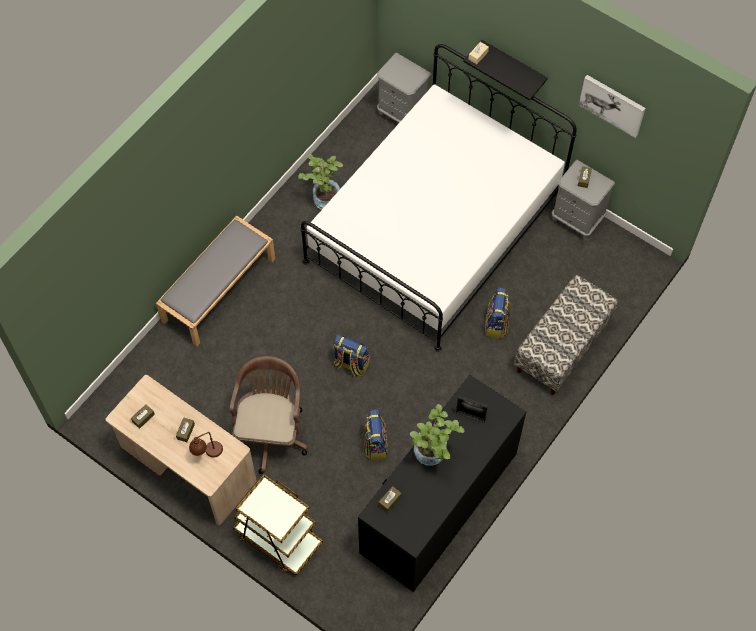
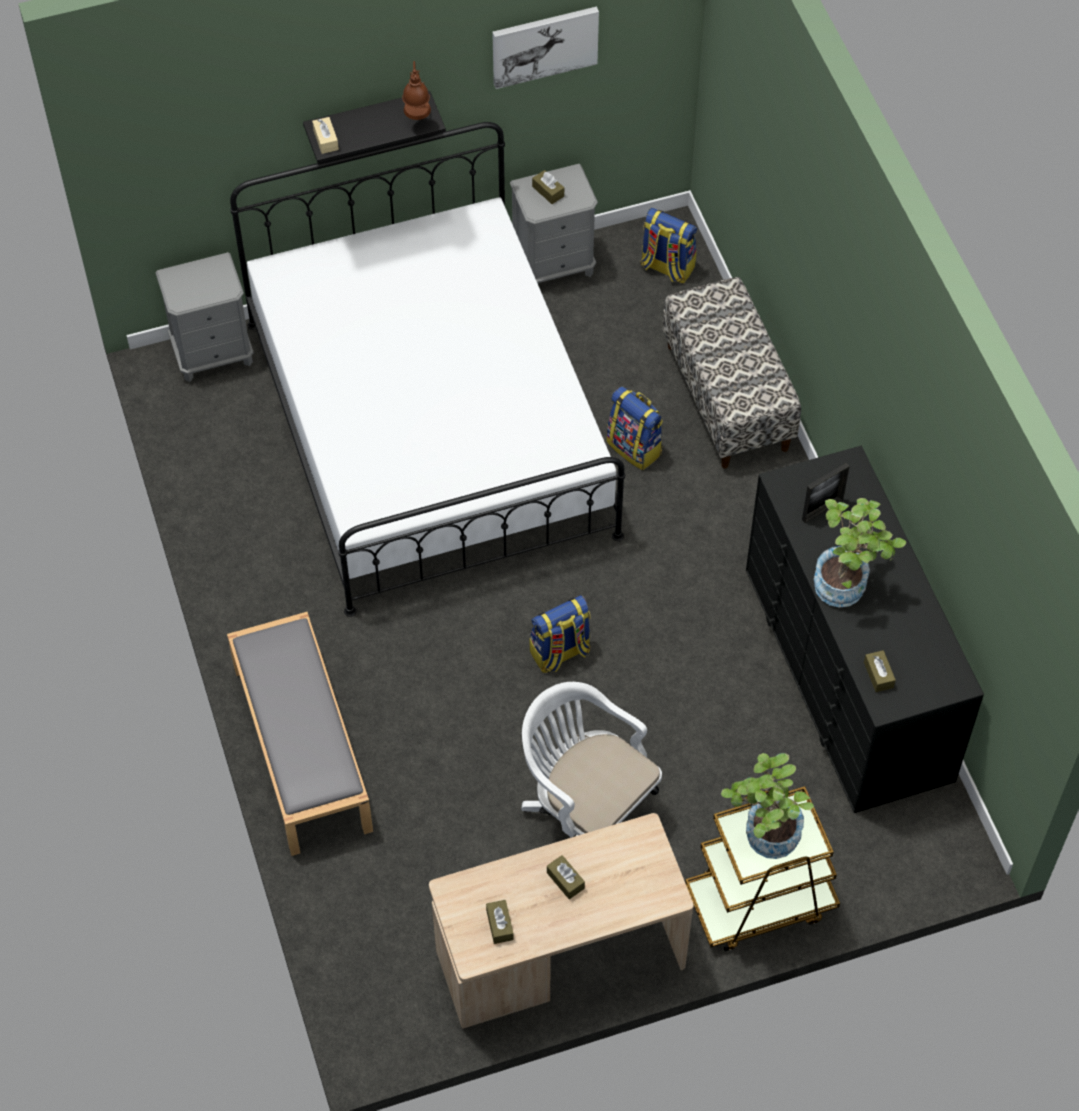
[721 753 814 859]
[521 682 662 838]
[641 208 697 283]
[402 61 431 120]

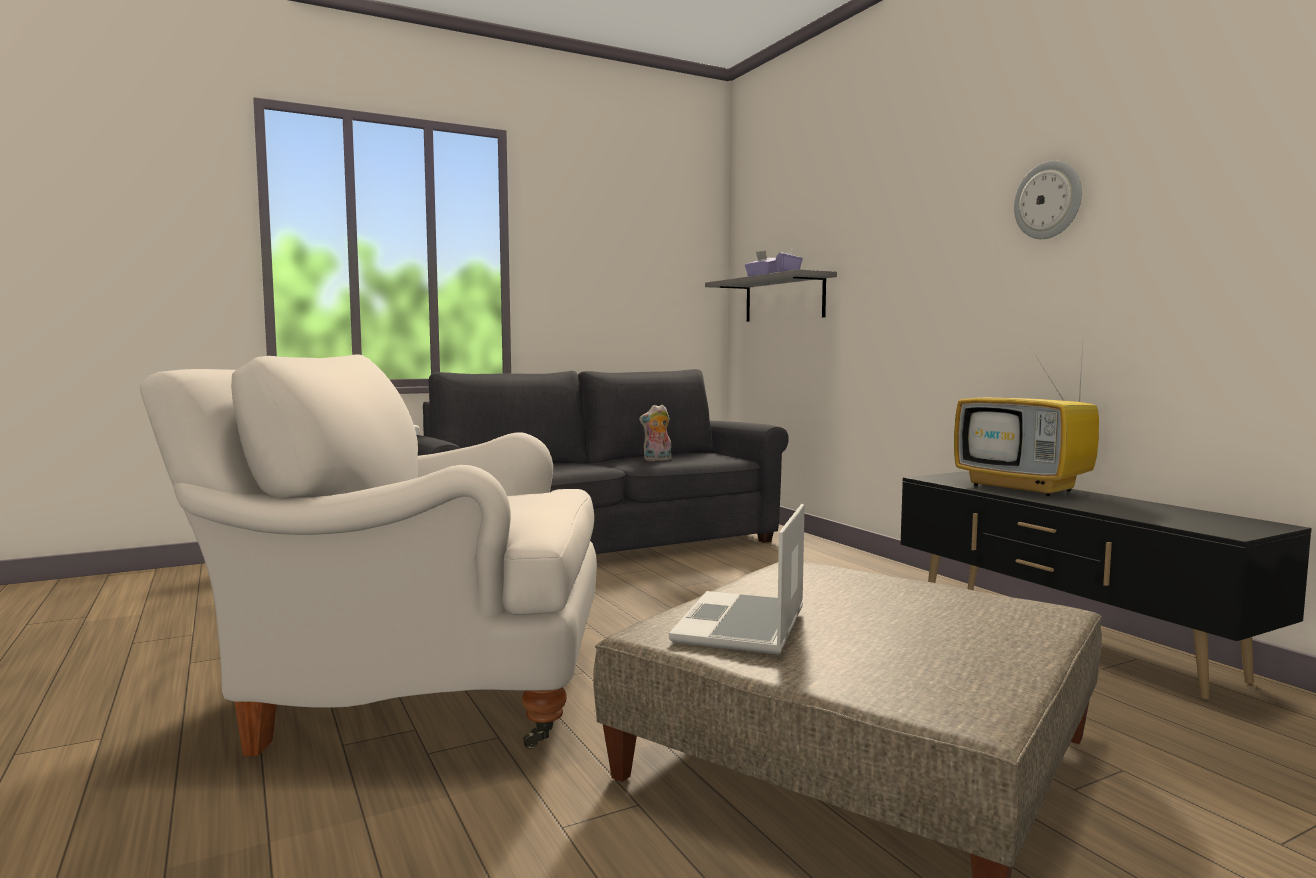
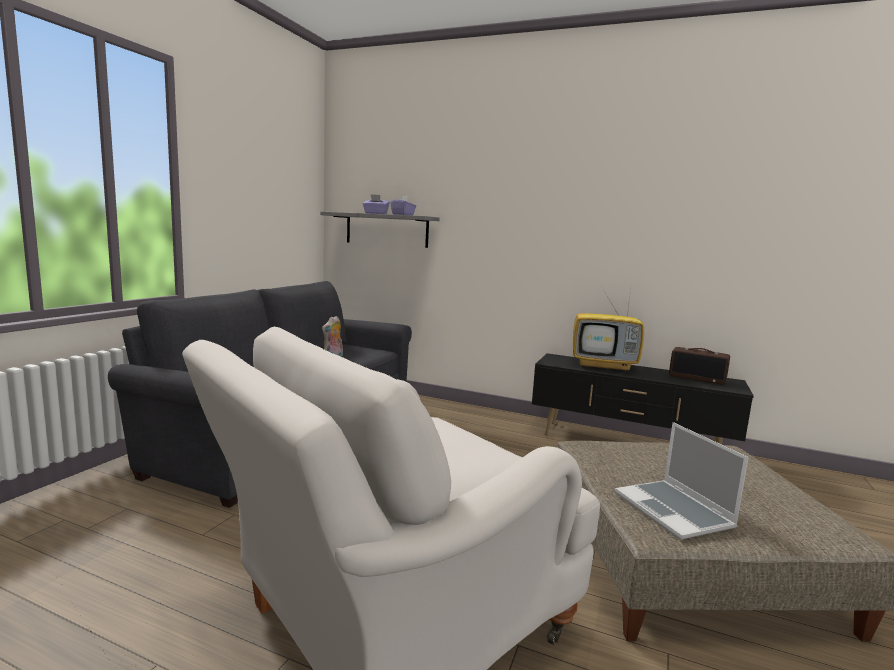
[1014 161 1082 239] (first image)
[669 347 730 385]

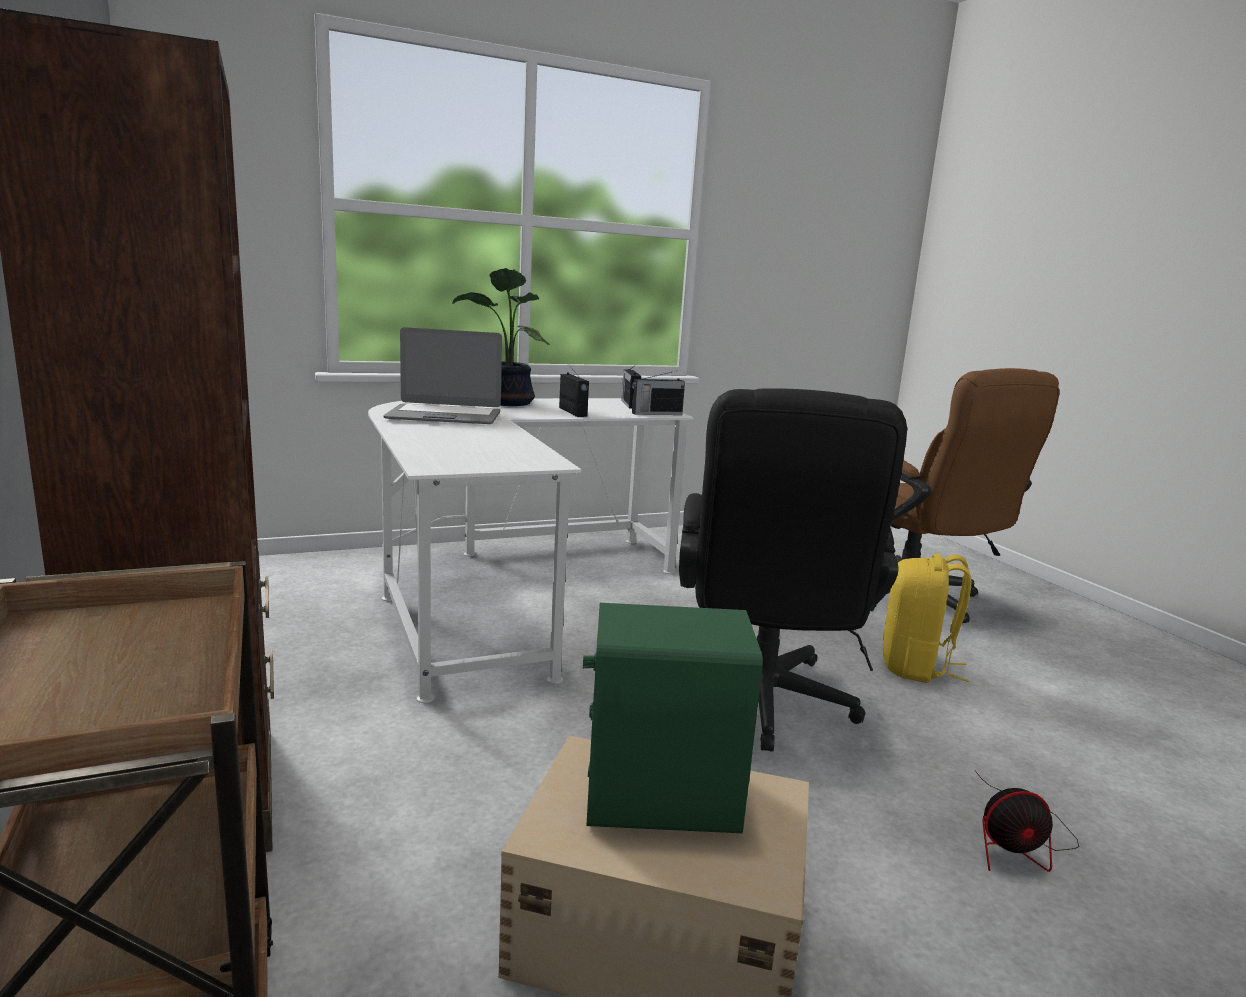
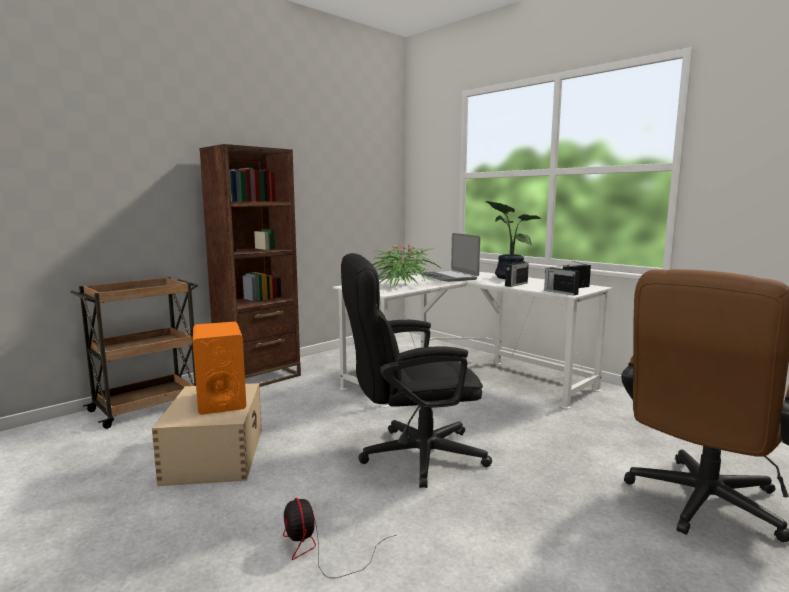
[883 554 971 683] (first image)
[193 322 246 415]
[371 244 440 288]

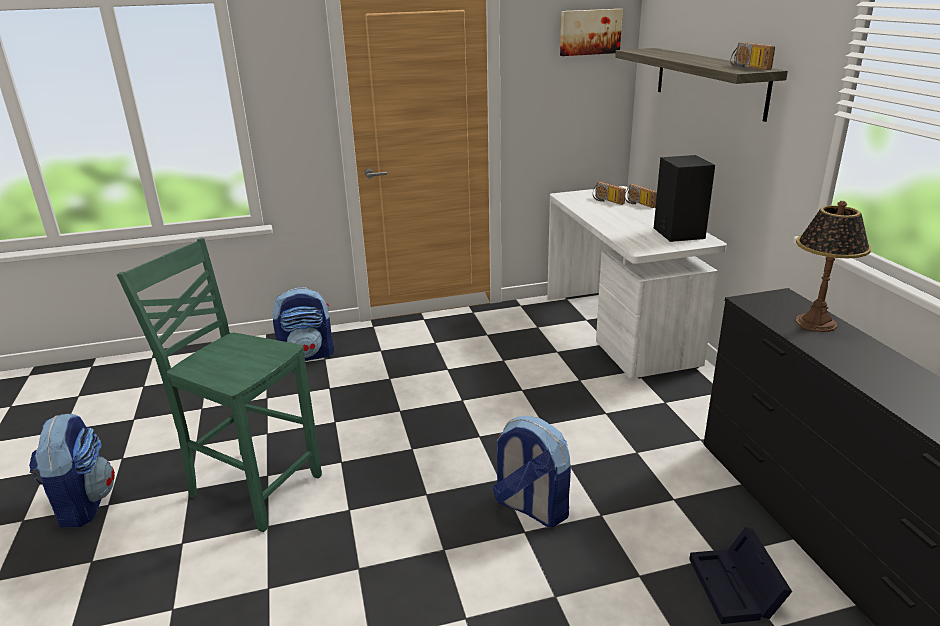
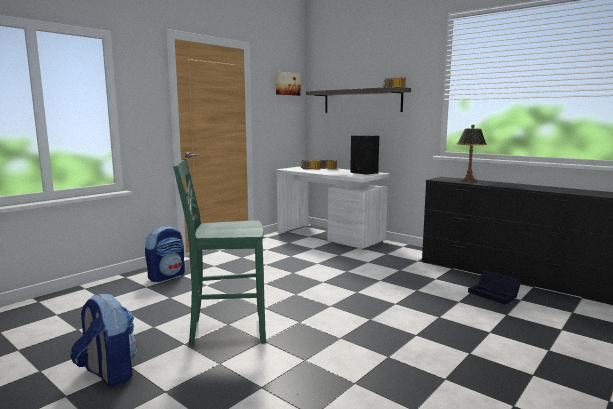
[493 416 571 527] (first image)

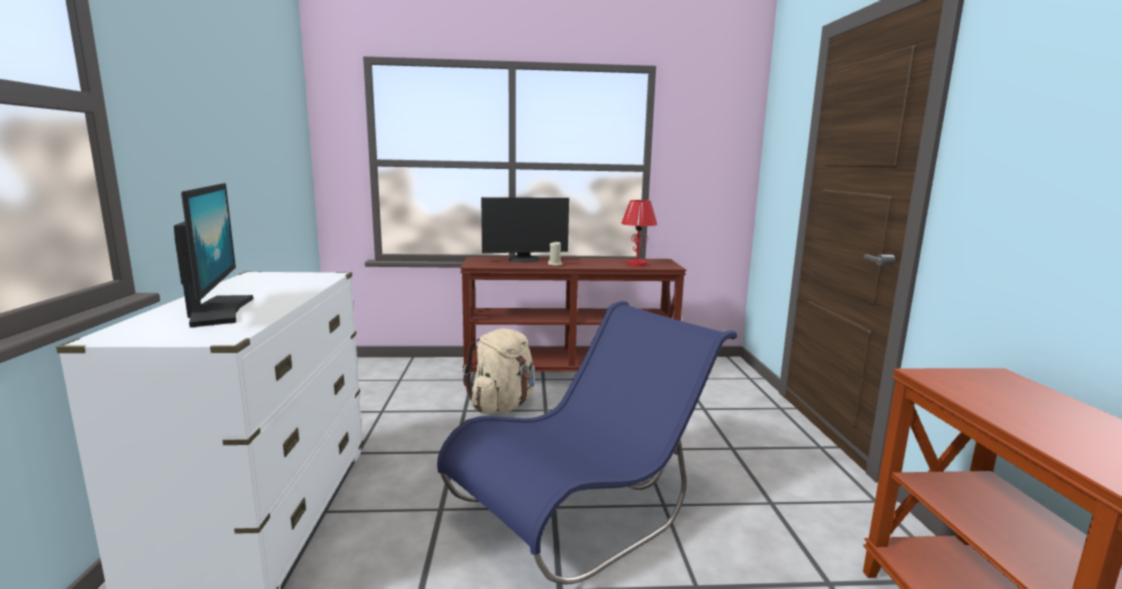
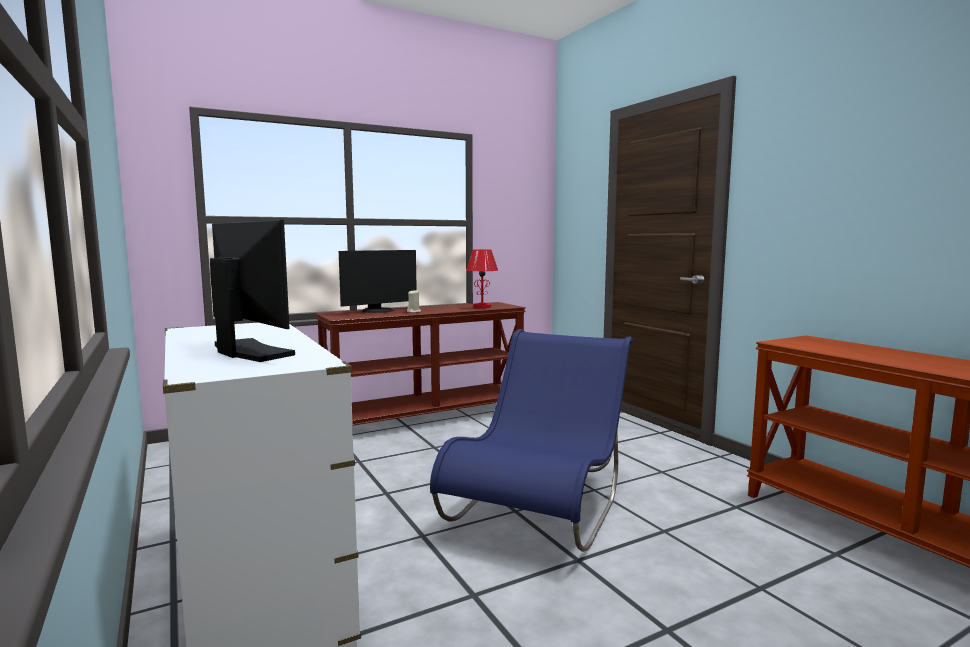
[463 329 535 414] (first image)

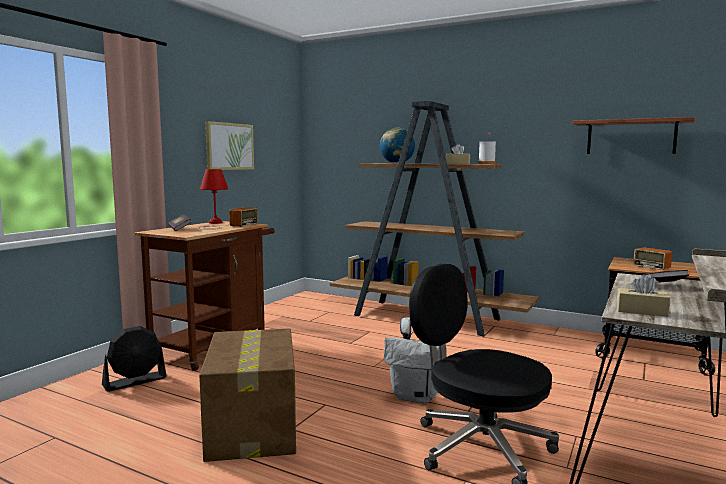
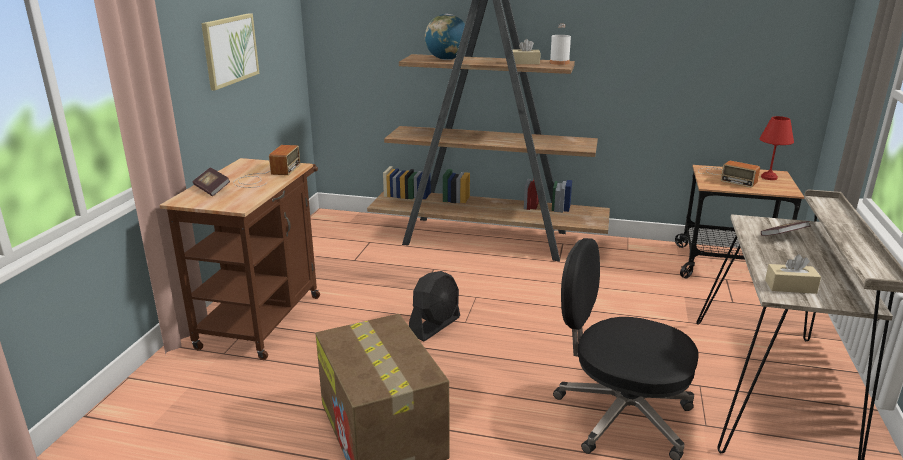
[573 117 695 154] (first image)
[759 116 794 180]
[384 317 447 403] (first image)
[409 271 460 341]

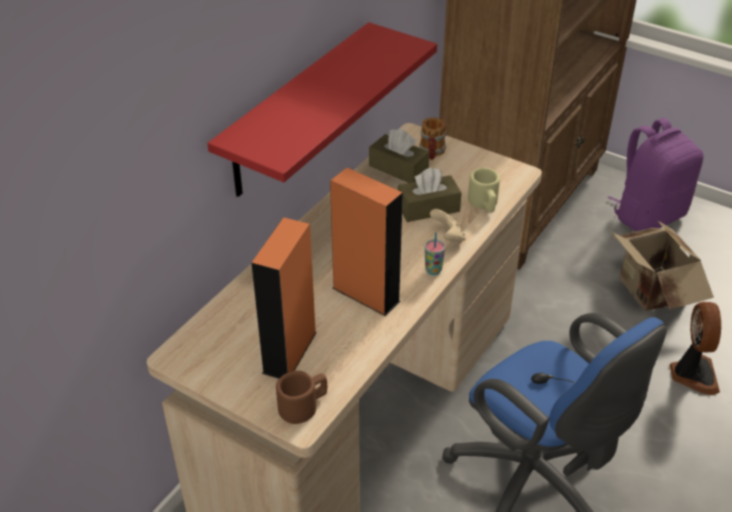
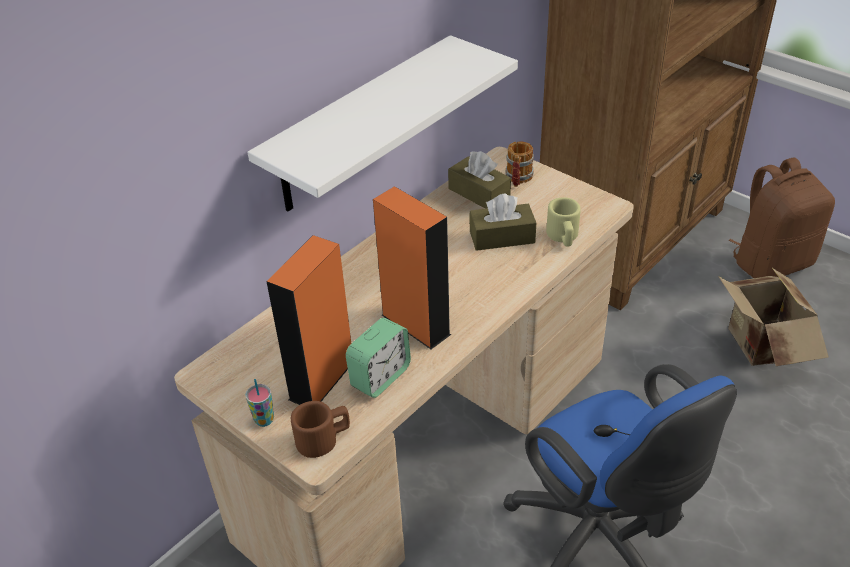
[248 35 518 211]
[729 158 835 278]
[430 209 466 244] (first image)
[246 379 274 427]
[669 302 721 395] (first image)
[346 318 411 398]

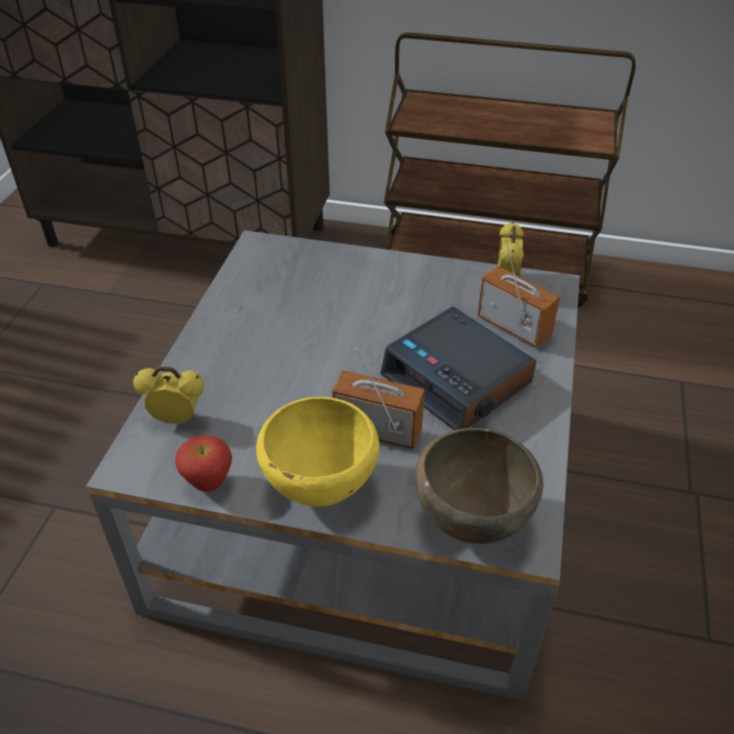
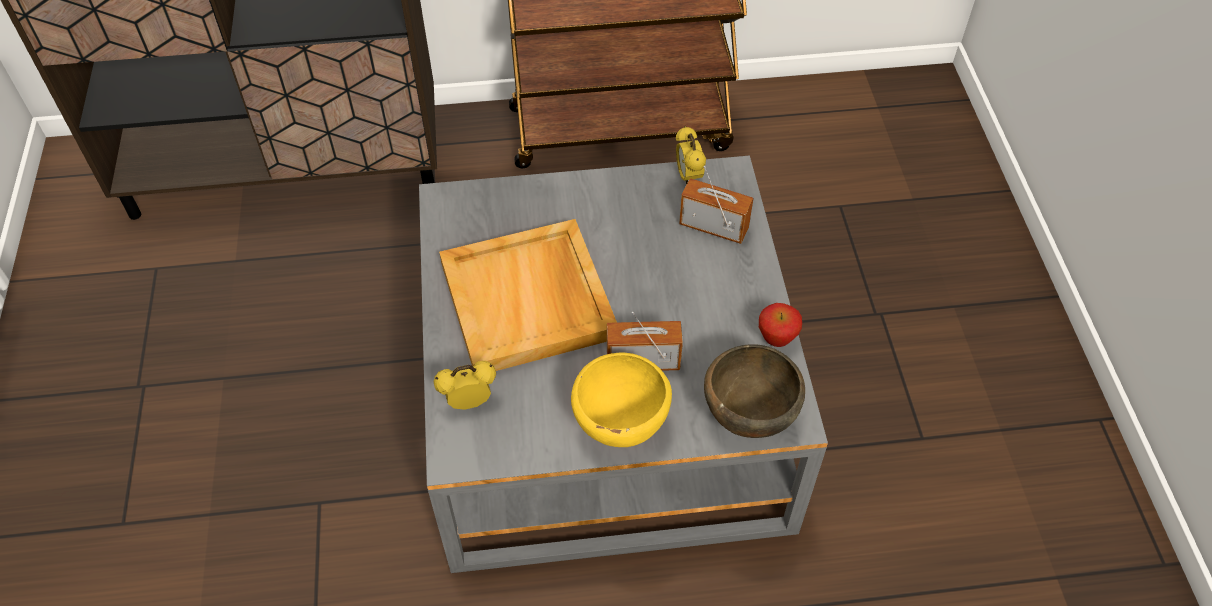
[380 307 536 430] (first image)
[759 303 802 347]
[439 219 617 371]

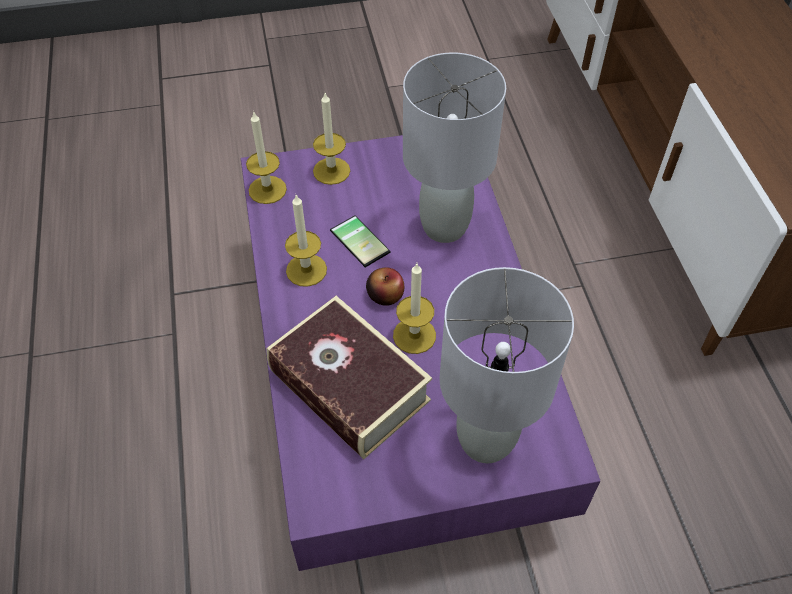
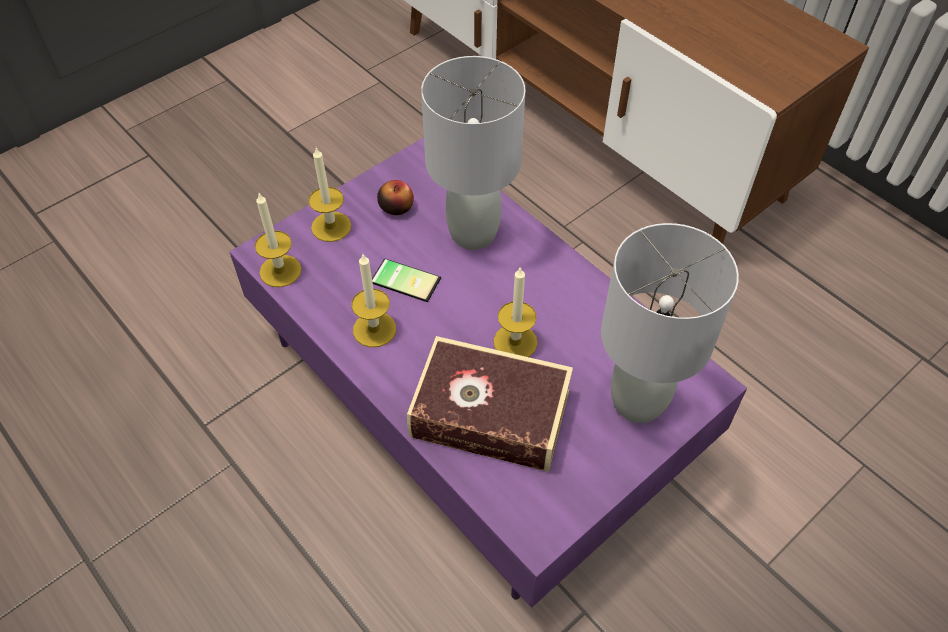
[377 180 414 215]

